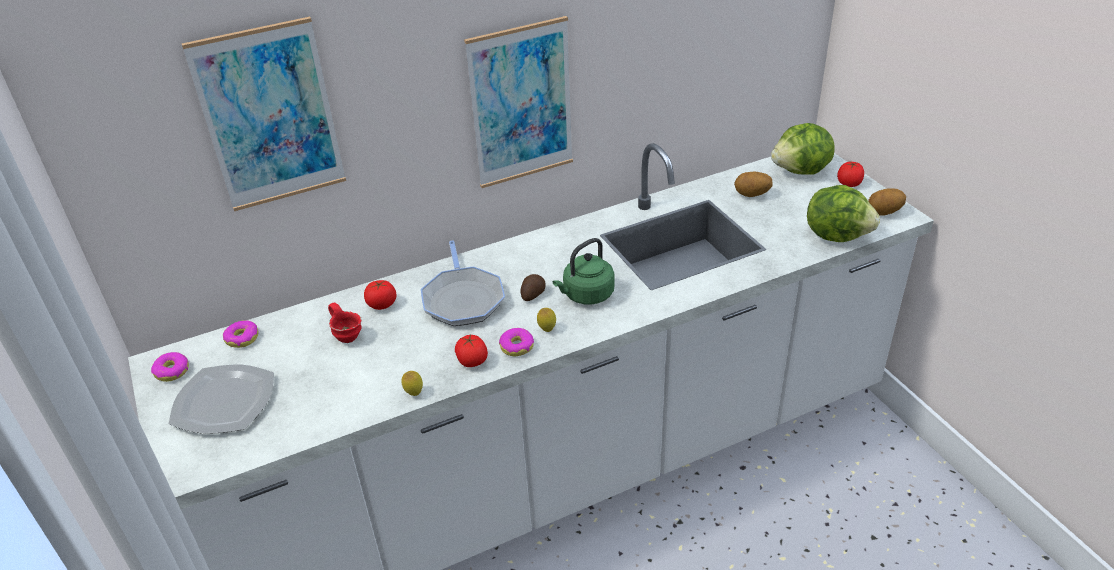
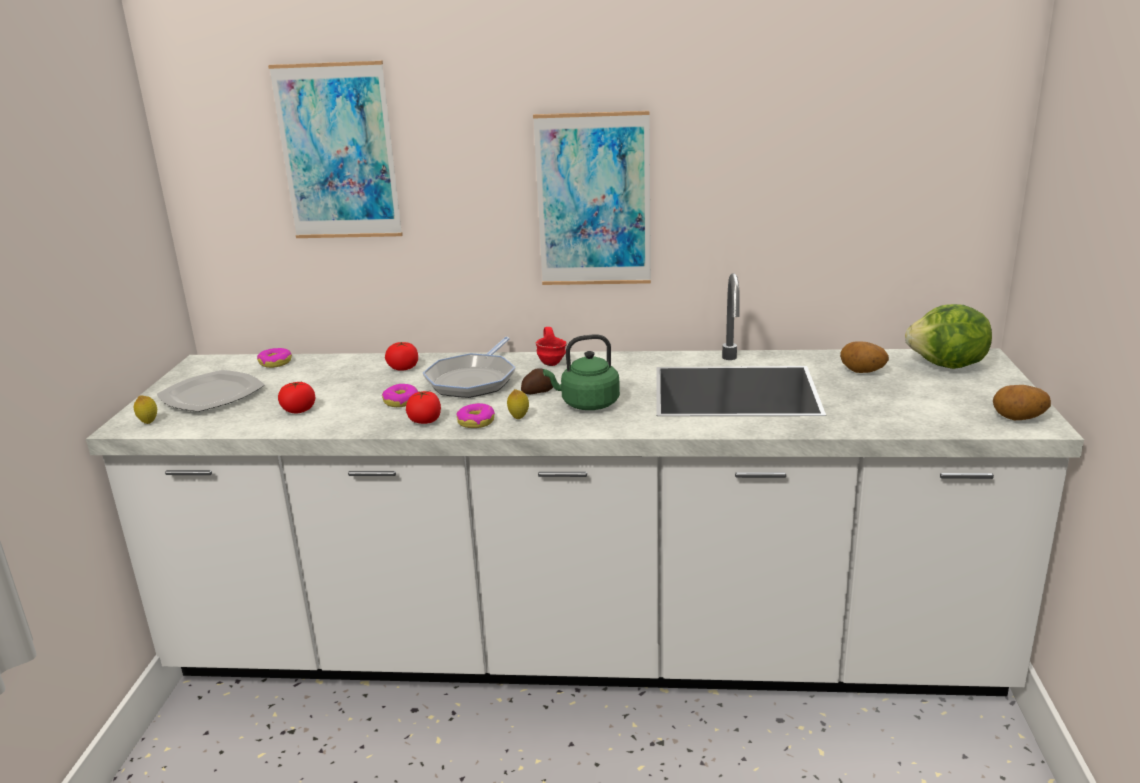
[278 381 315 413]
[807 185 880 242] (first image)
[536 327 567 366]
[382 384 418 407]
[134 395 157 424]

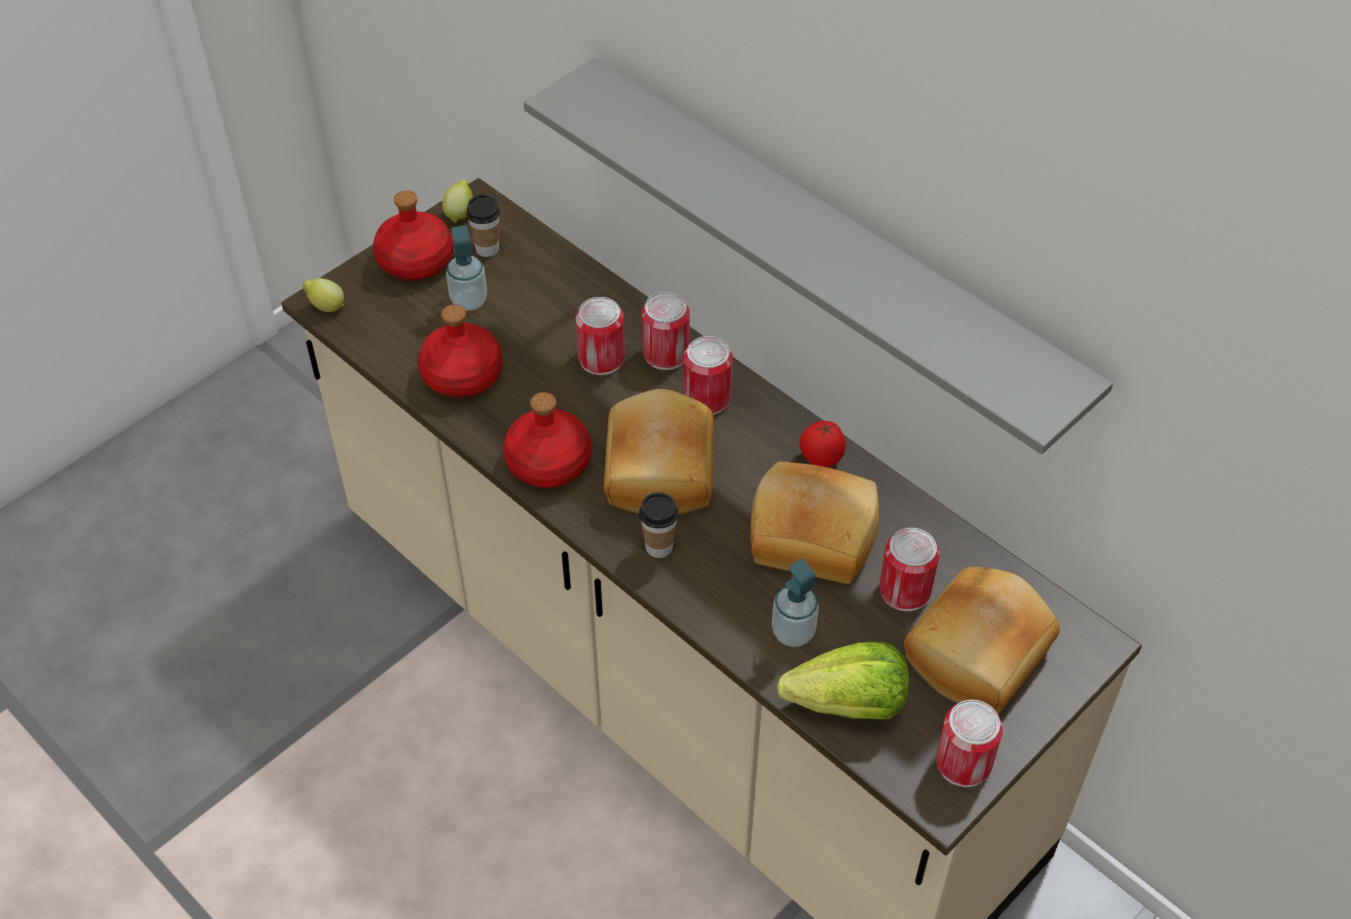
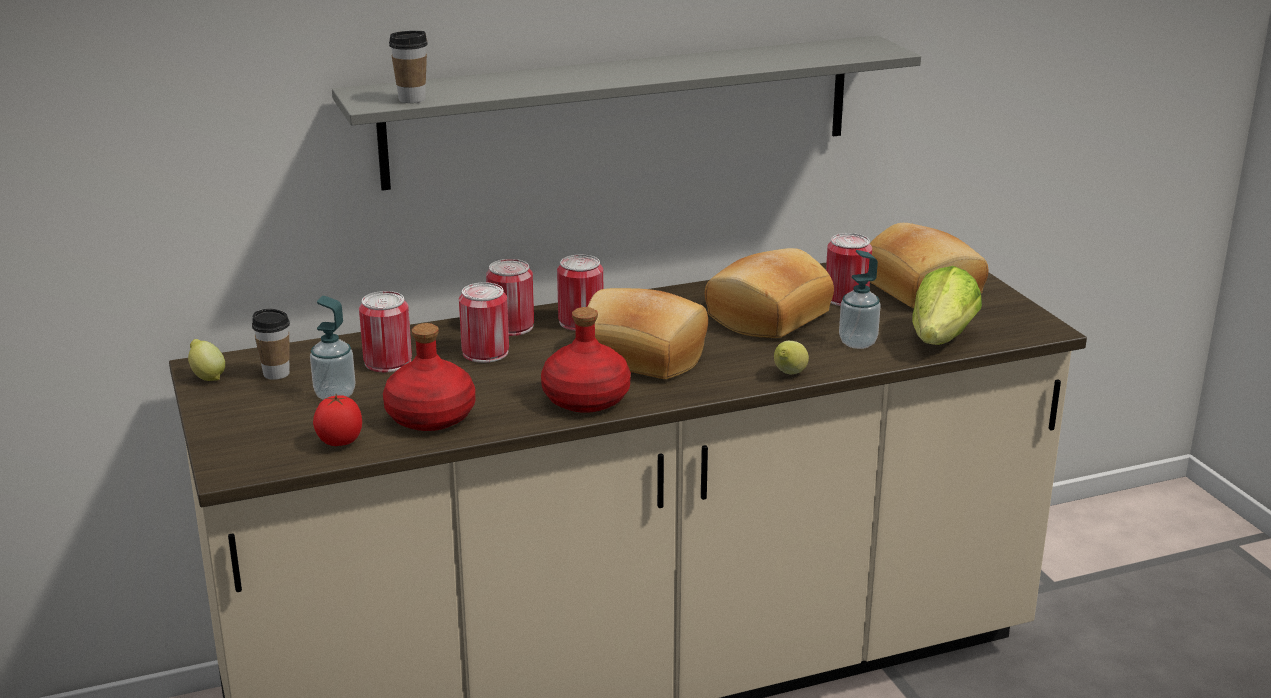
[373 191 453 281] (first image)
[774 341 809 374]
[313 394 362 446]
[389 31 428 103]
[359 291 412 372]

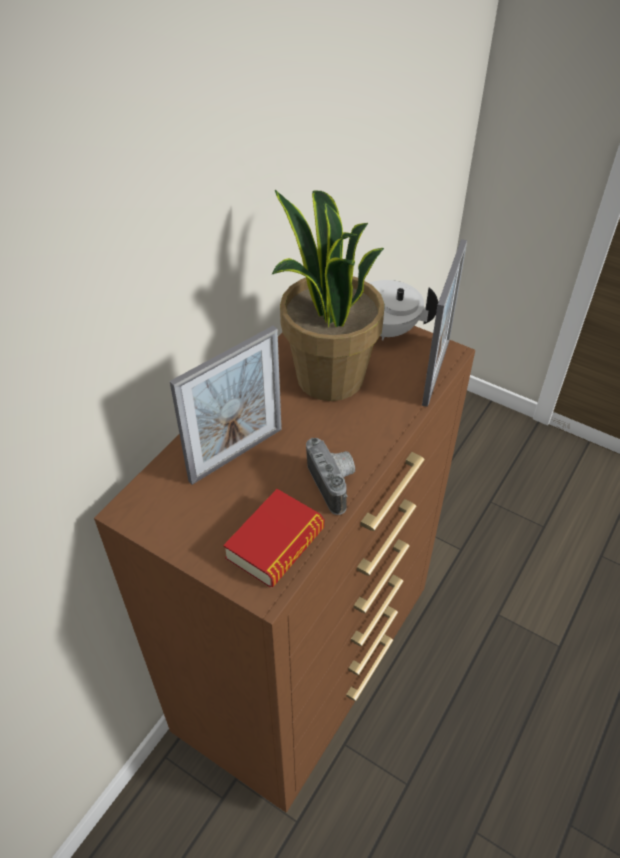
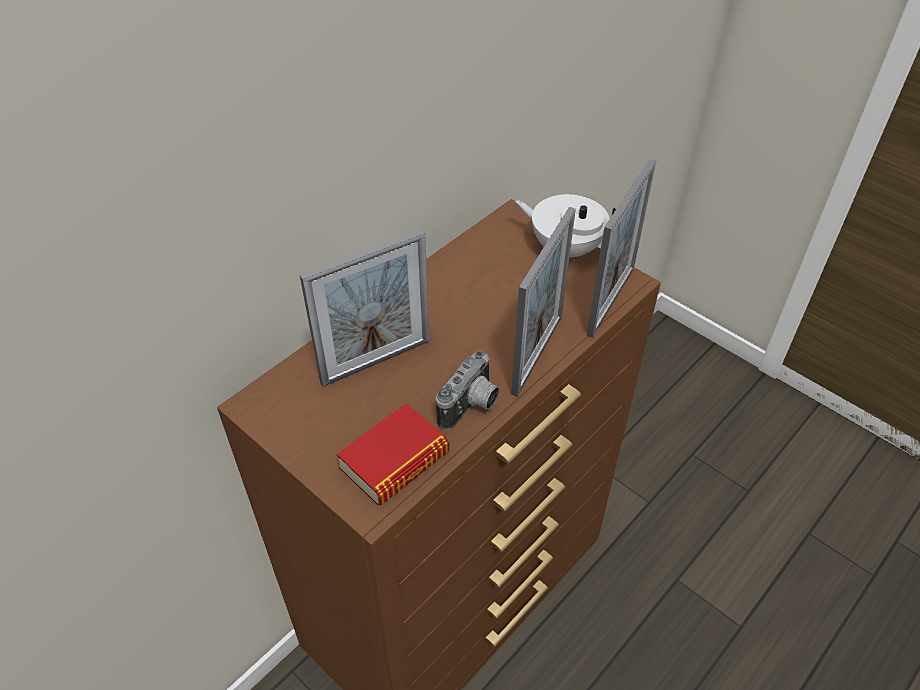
[271 190 385 401] (first image)
[436 351 499 430]
[511 207 576 397]

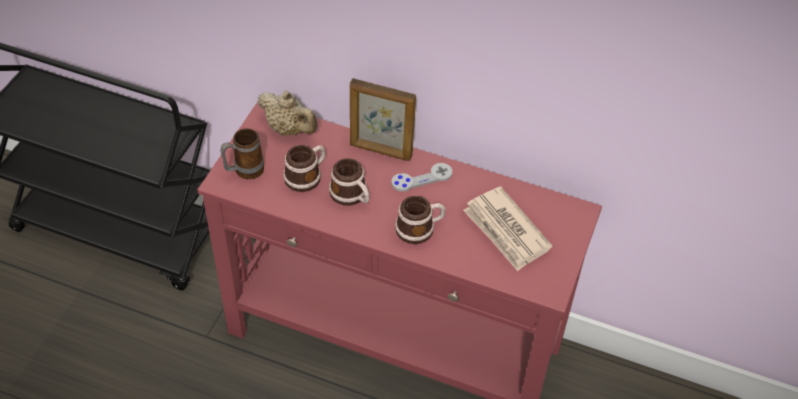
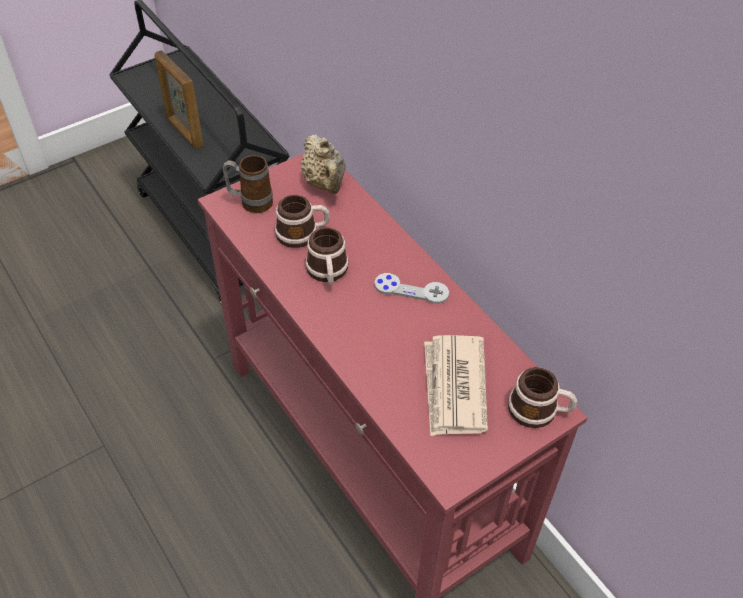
[154 50 204 149]
[508 367 577 428]

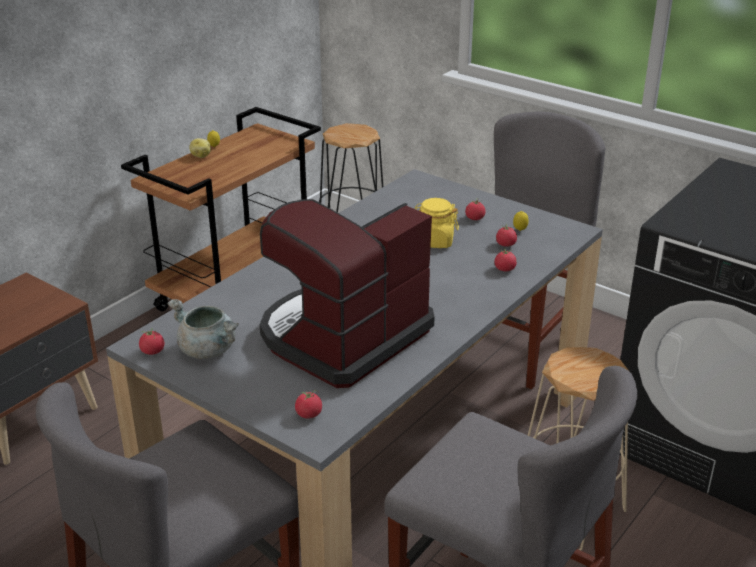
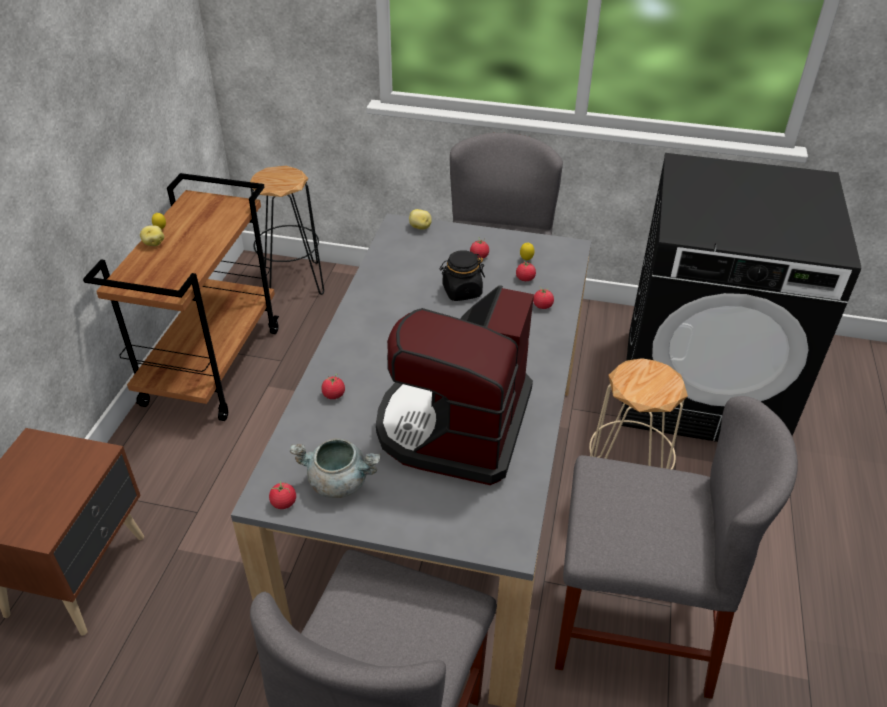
[440 250 485 301]
[321 374 345 399]
[409 209 432 230]

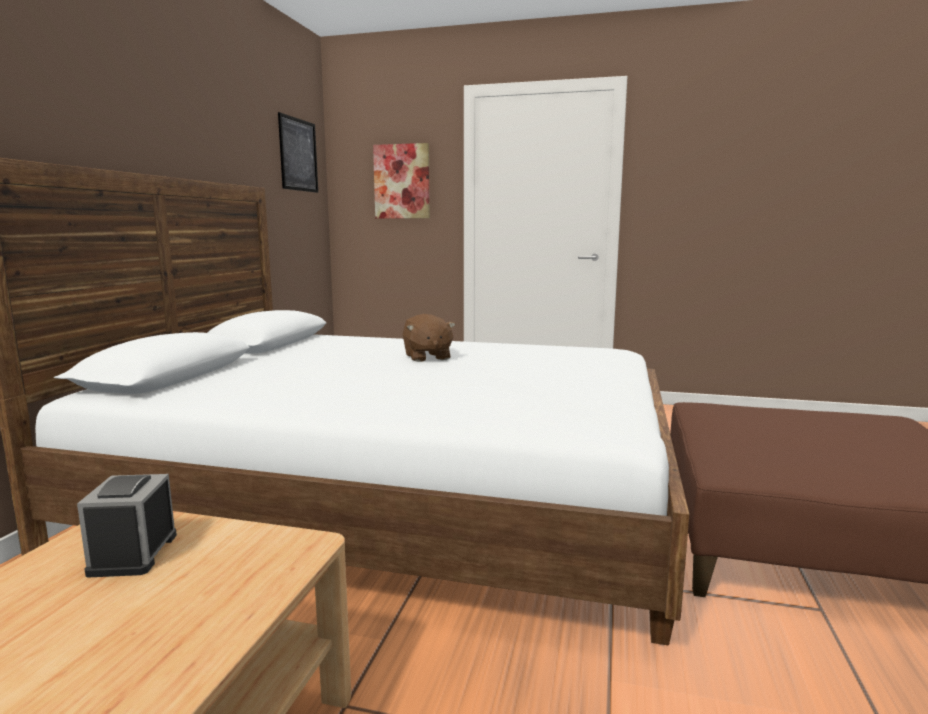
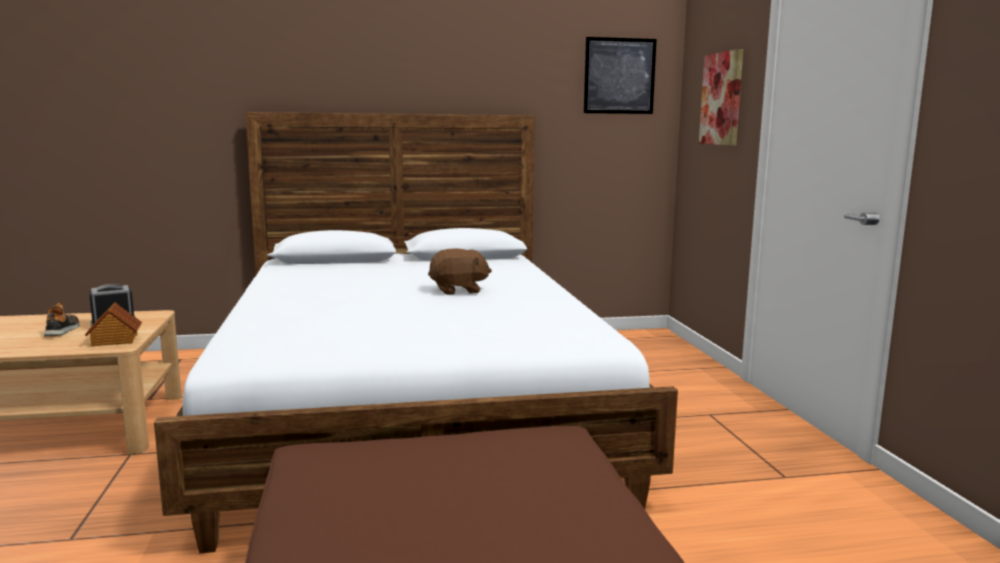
[428 248 492 295]
[85 302 142 347]
[44 303 80 337]

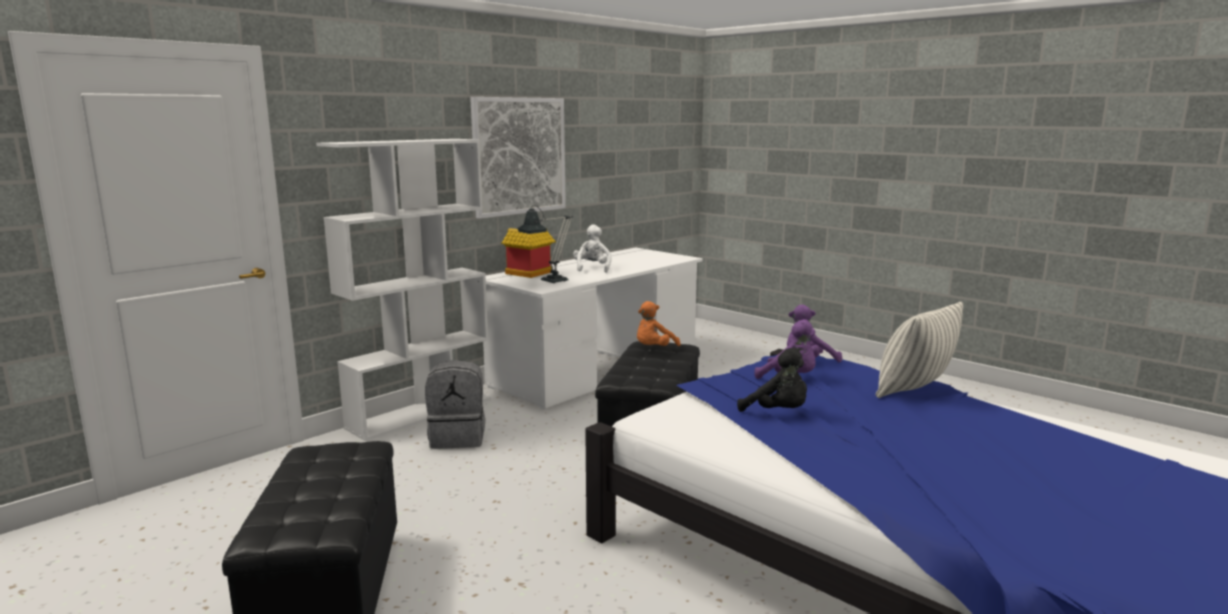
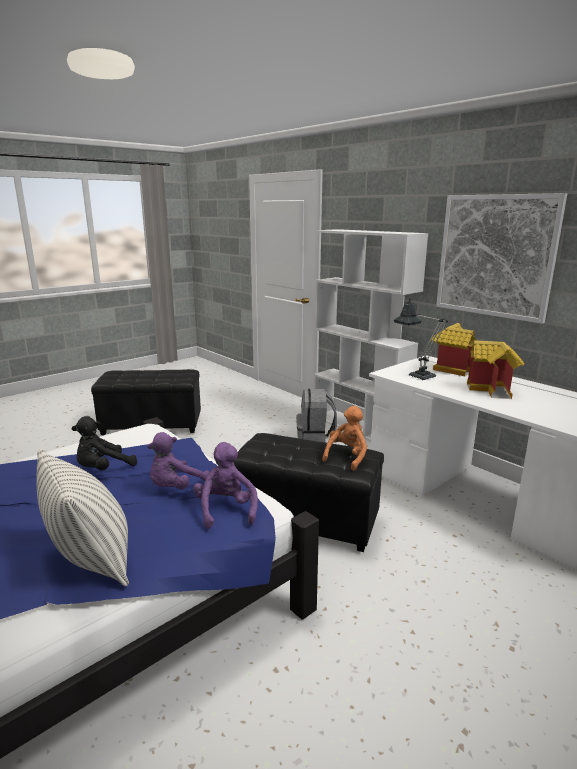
[467 340 525 399]
[322 406 367 471]

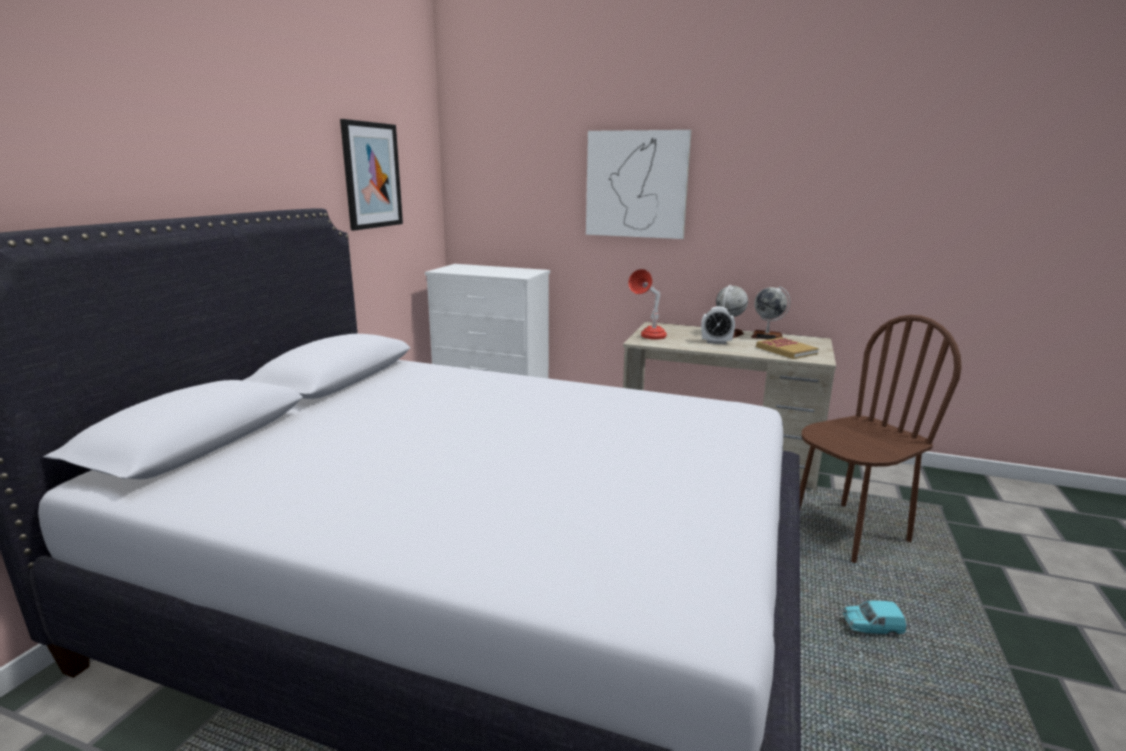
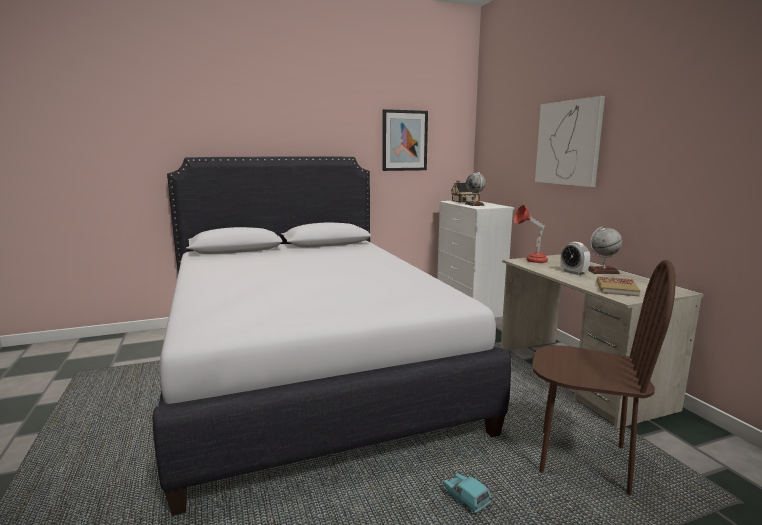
[465 172 486 206]
[451 181 481 202]

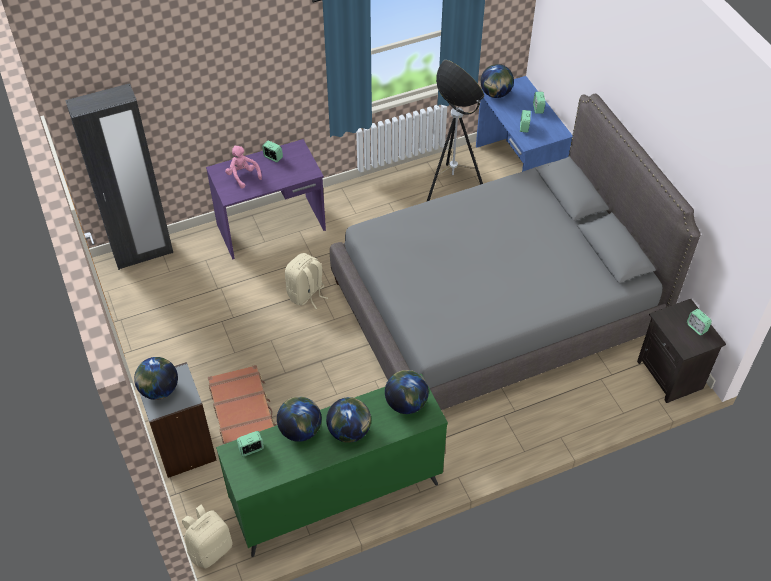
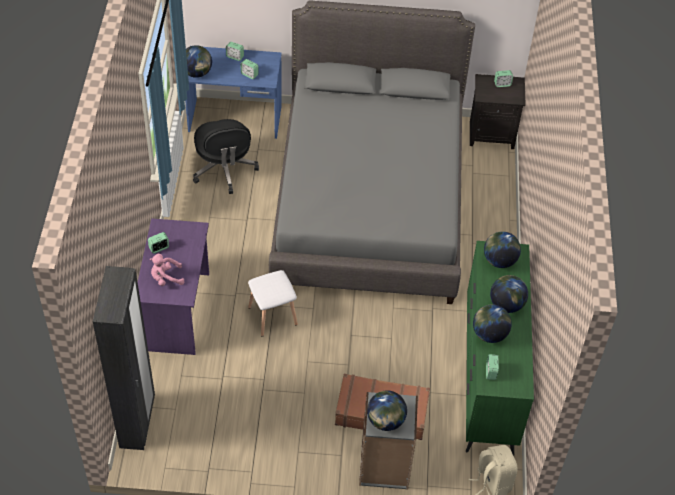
[193 119 259 194]
[248 270 298 337]

